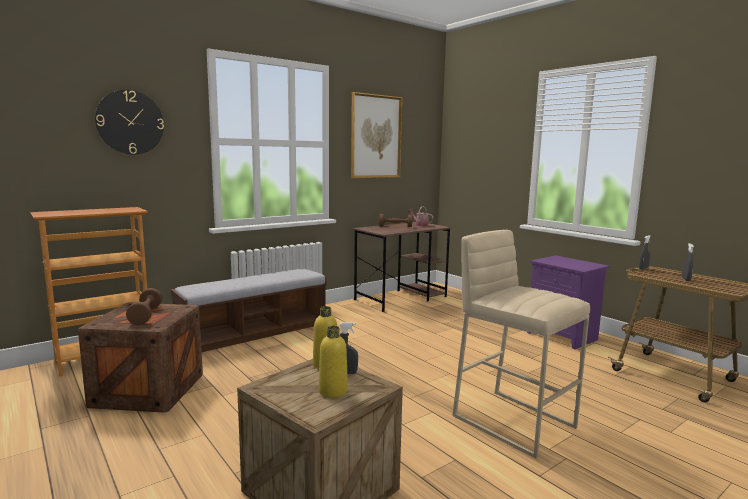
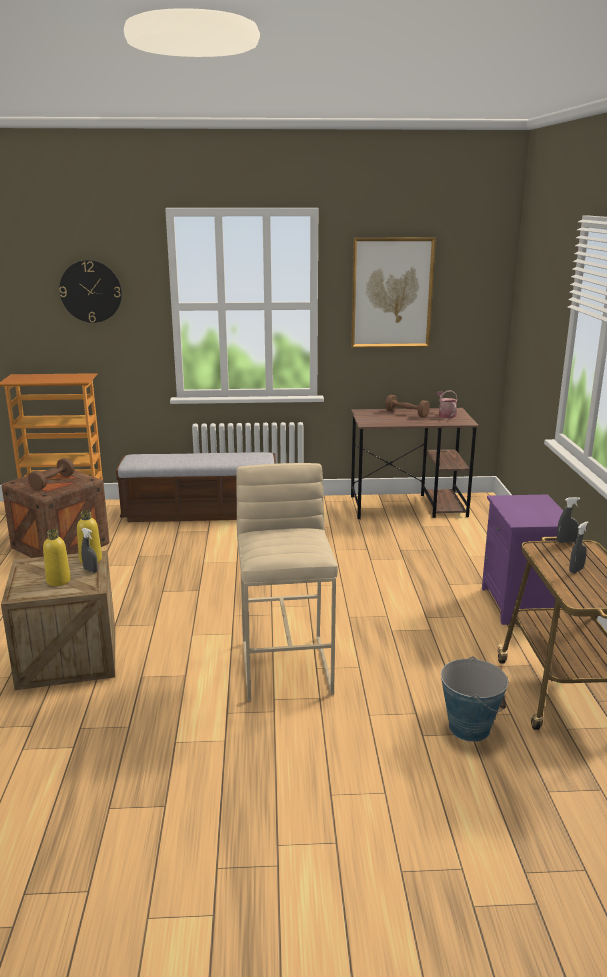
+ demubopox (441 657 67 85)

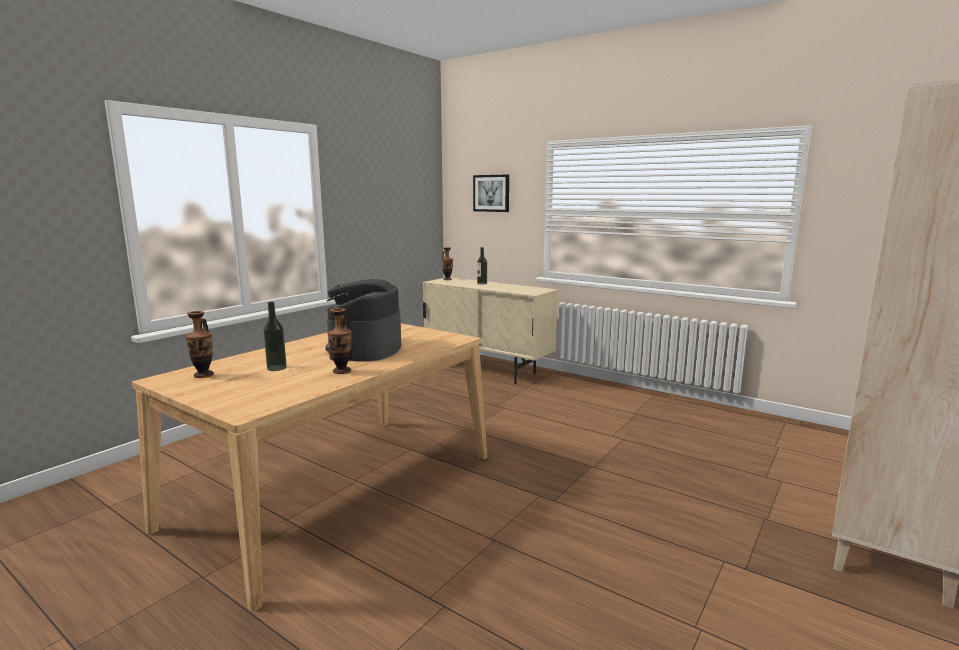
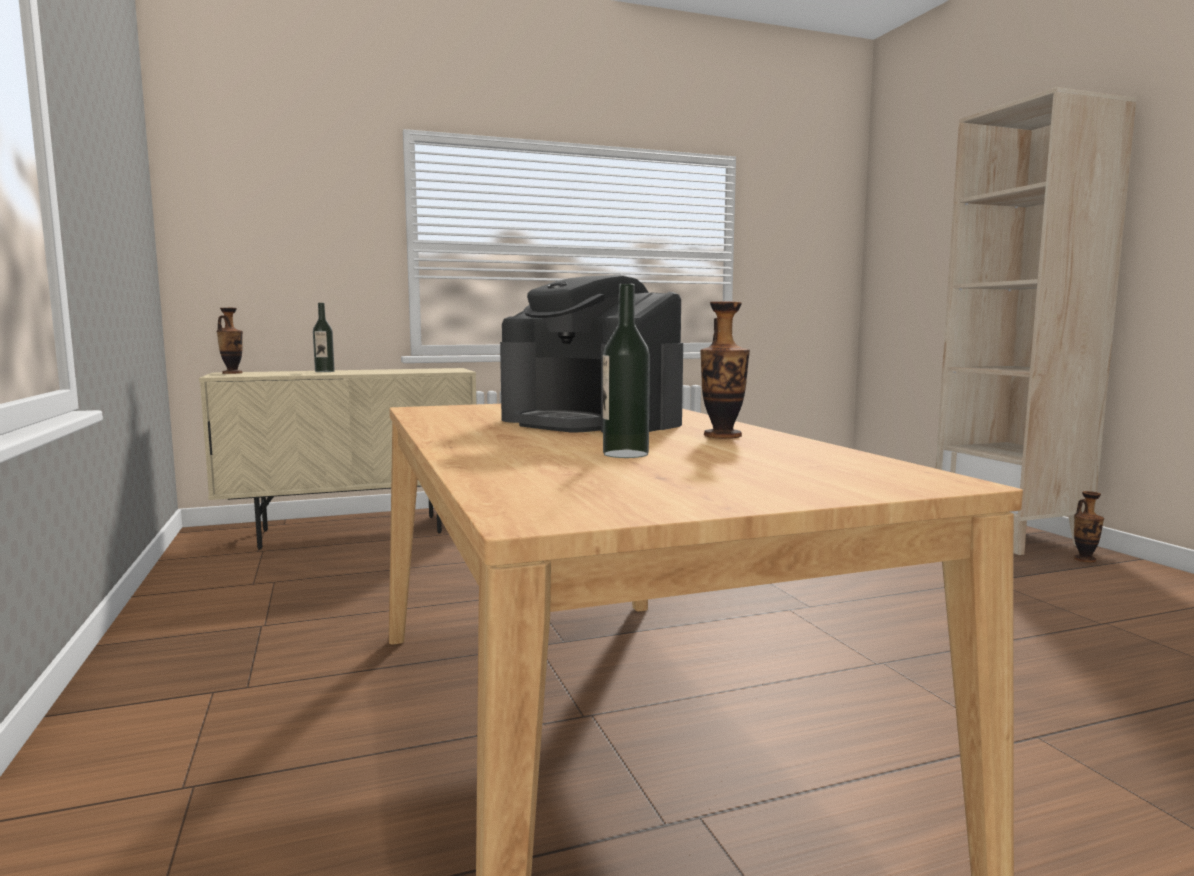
~ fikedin (185 311 29 67) to (1073 491 31 72)
- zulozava (473 175 36 37)

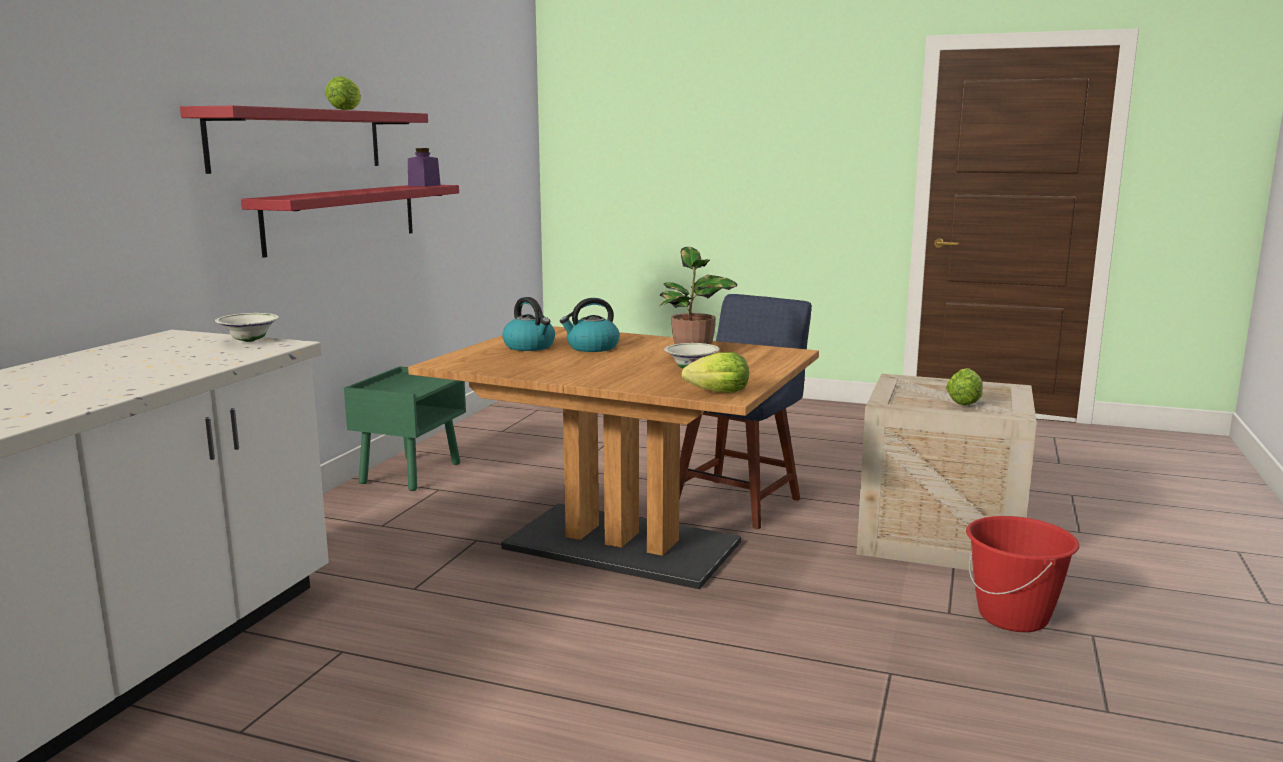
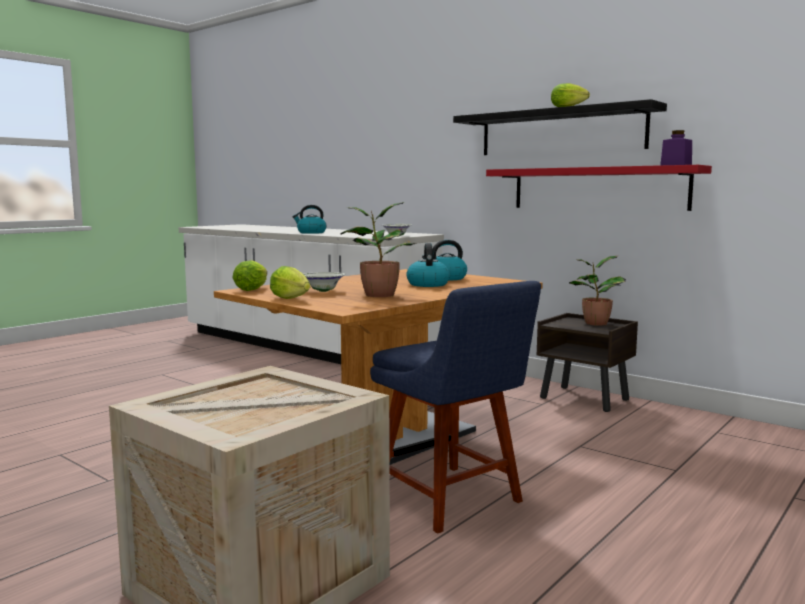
~ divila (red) (180 106 248 68) to divila (black) (453 99 214 56)
~ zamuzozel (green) (344 366 122 125) to zamuzozel (brown) (537 313 101 99)
~ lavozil (946 368 36 38) to (270 266 40 33)
- demubopox (red) (966 516 113 116)
+ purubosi (292 205 35 29)
+ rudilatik (569 256 57 70)

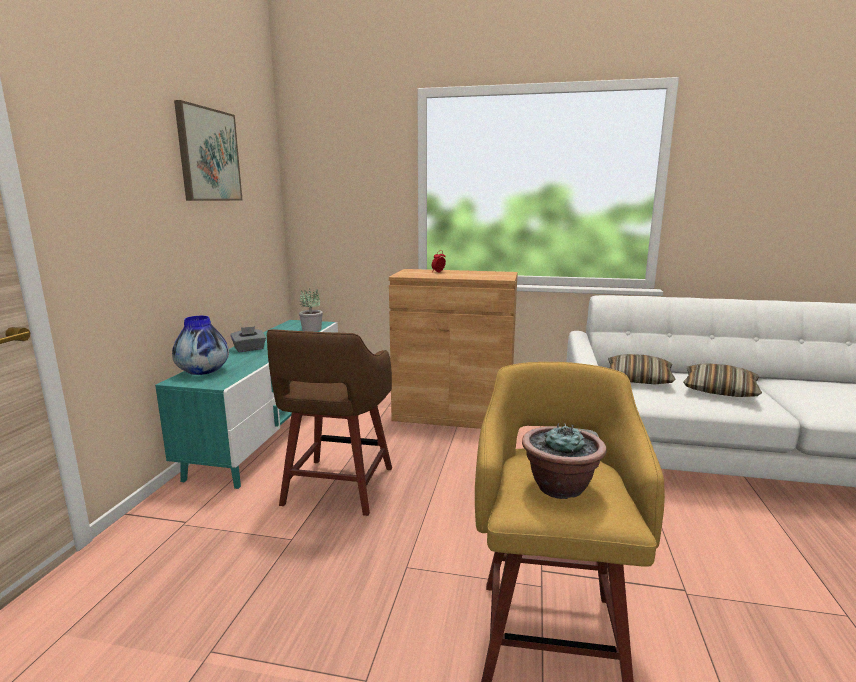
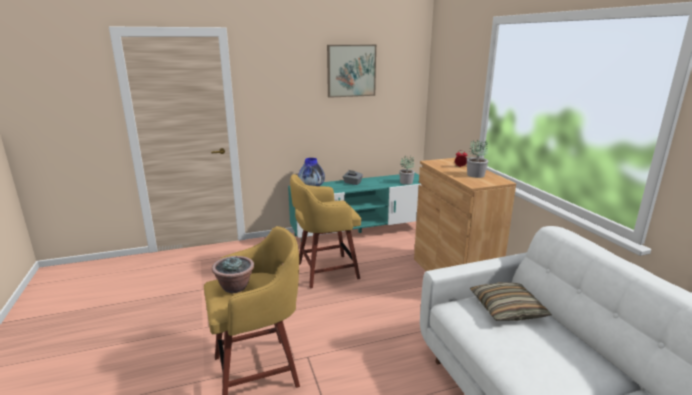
~ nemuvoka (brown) (267 329 125 187) to nemuvoka (yellow) (290 174 71 114)
- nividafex (683 363 79 34)
+ rudilatik (467 140 21 38)

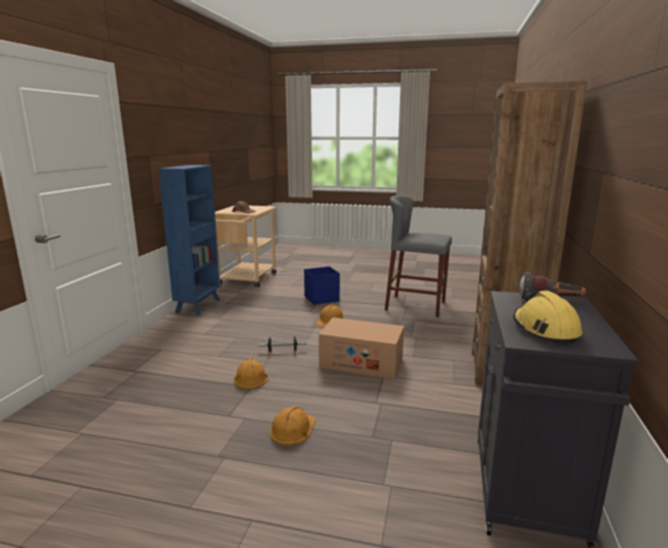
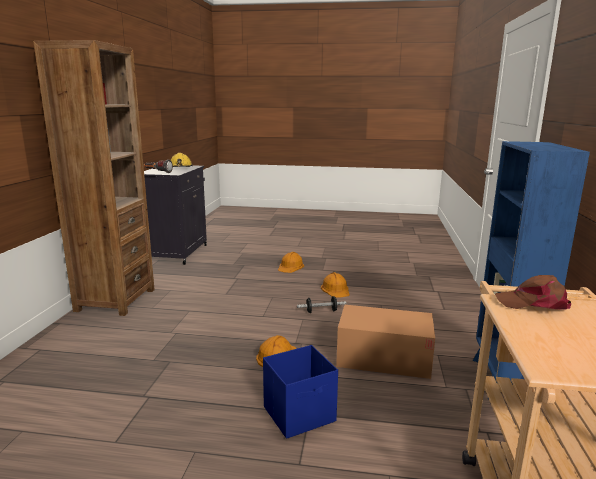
~ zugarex (319 318 85 61) to (336 305 99 74)
- nemuvoka (grey) (385 195 67 122)

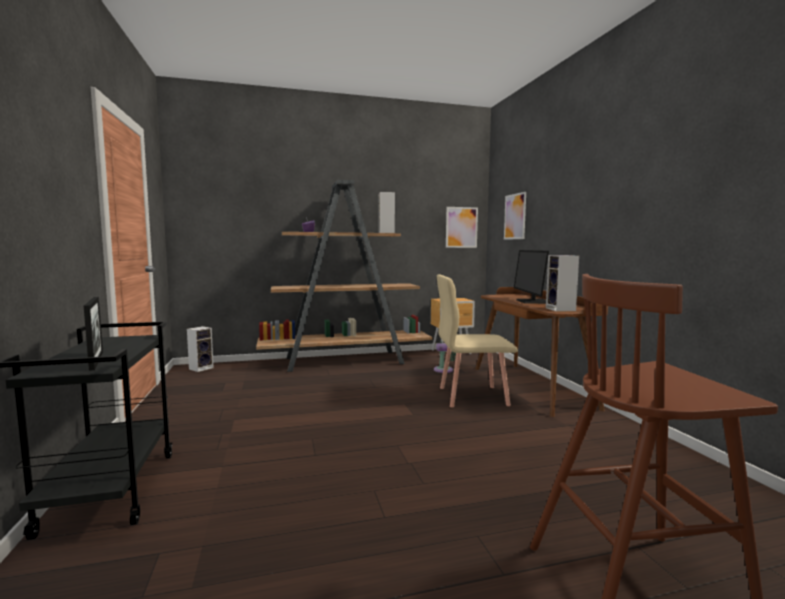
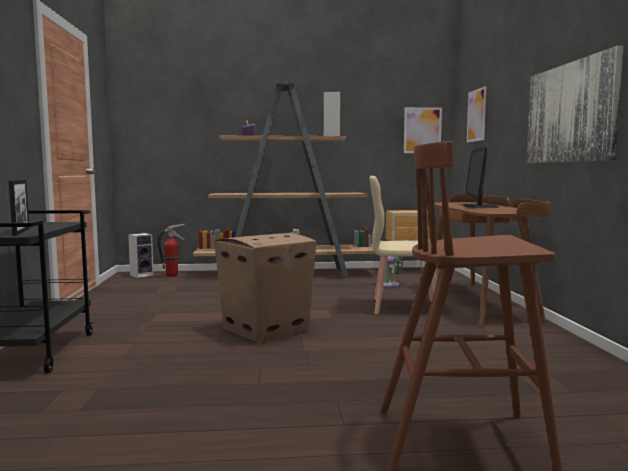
- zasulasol (546 255 33 57)
+ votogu (158 224 27 53)
+ zugarex (214 233 102 110)
+ zulozava (526 46 98 117)

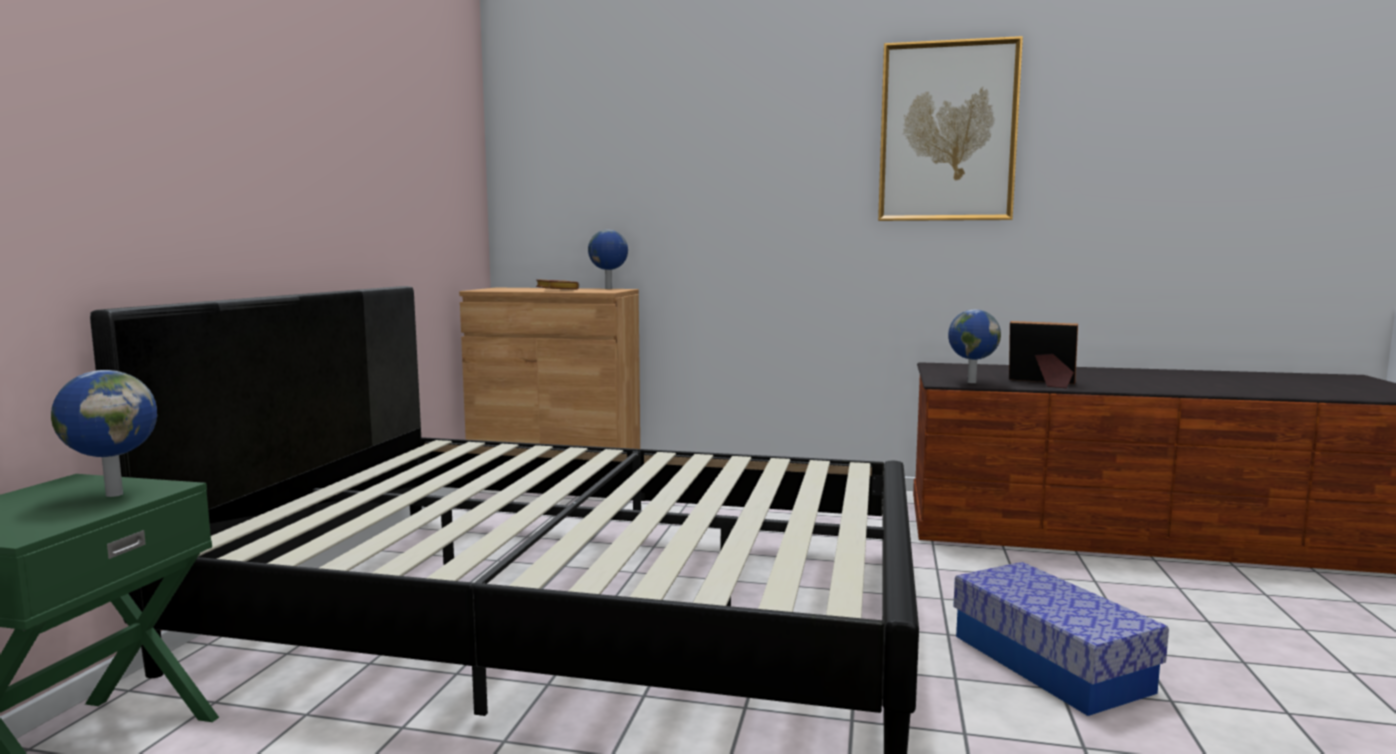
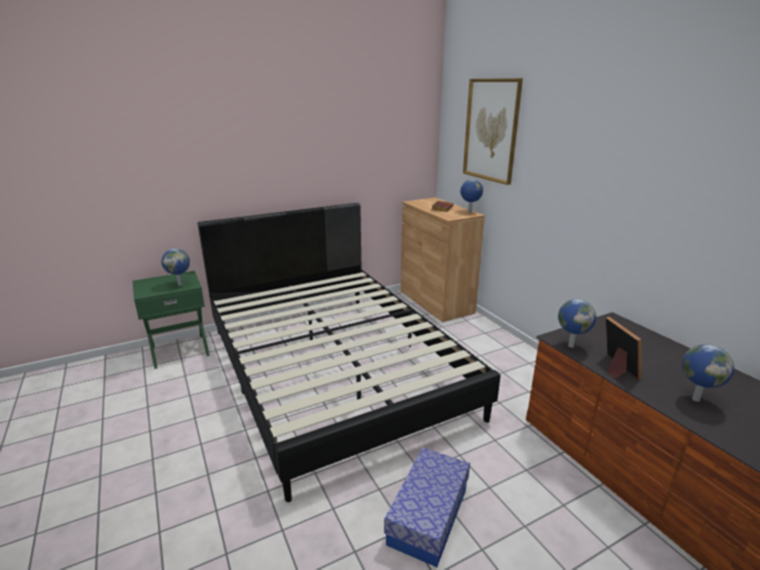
~ zulozava (878 36 145 185) to (463 78 60 107)
+ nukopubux (682 344 52 58)

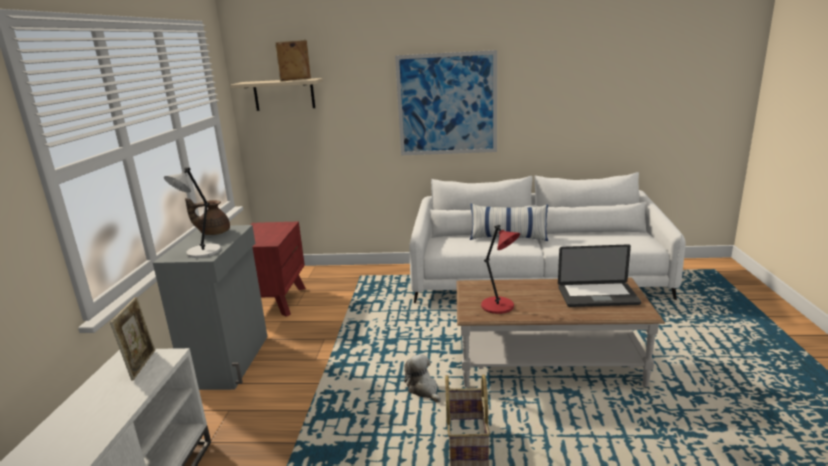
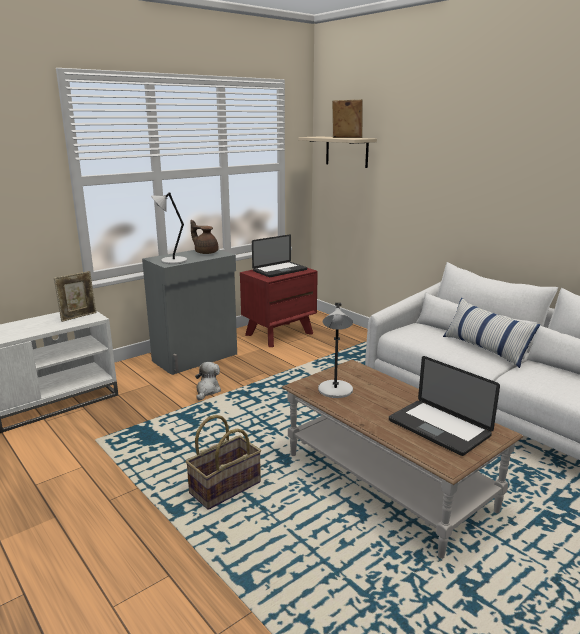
- zulozava (395 50 102 105)
~ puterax (404 354 37 49) to (195 362 26 39)
~ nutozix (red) (481 225 39 89) to nutozix (grey) (318 303 35 95)
+ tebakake (252 234 55 43)

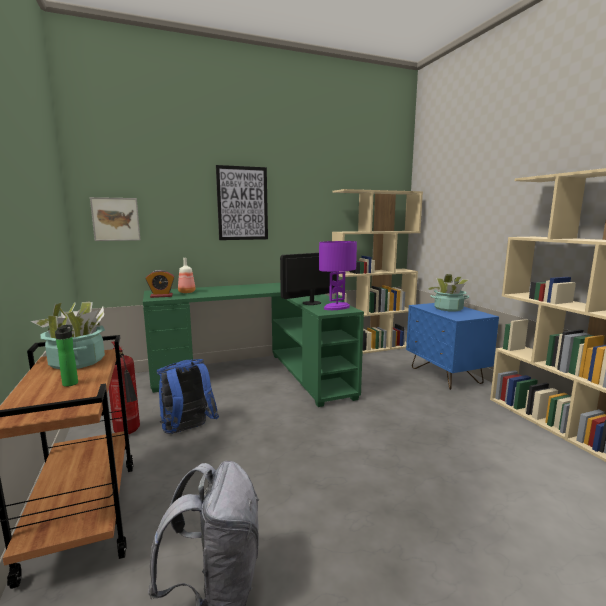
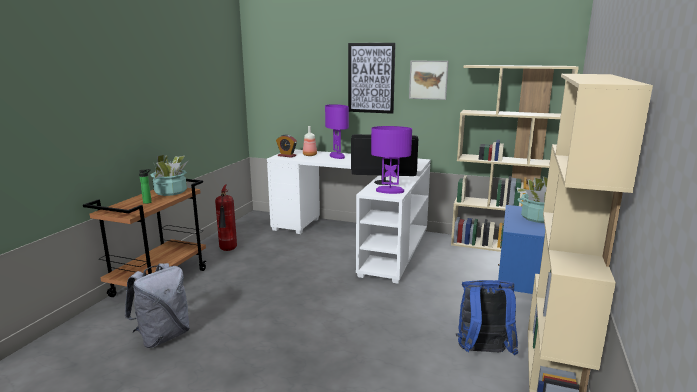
~ zulozava (90 197 50 44) to (409 61 40 39)
~ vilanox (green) (143 283 221 124) to vilanox (white) (267 149 164 135)
~ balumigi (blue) (157 359 62 75) to (456 280 62 75)
+ nutozix (purple) (325 104 24 55)

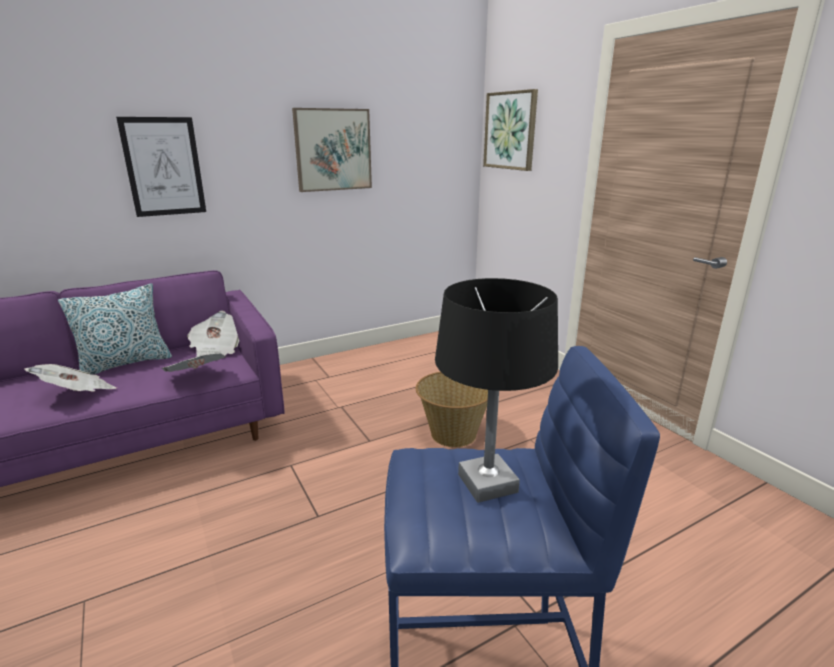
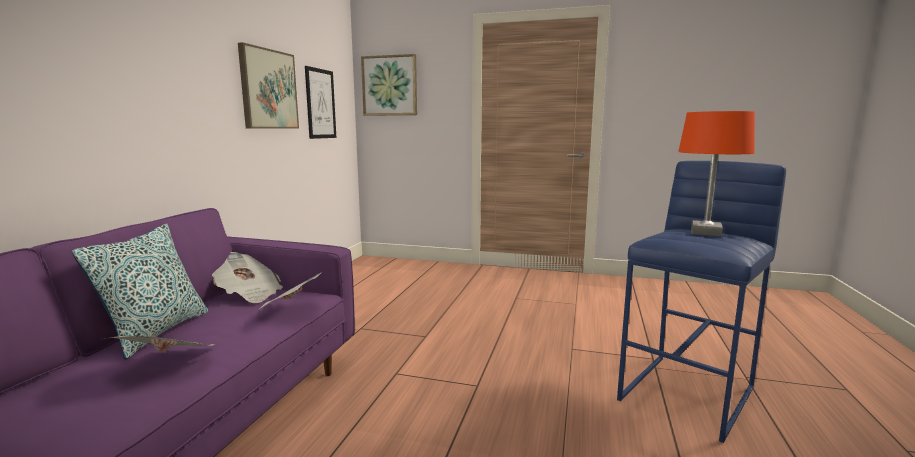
~ zulozava (116 117 90 100) to (305 66 31 73)
- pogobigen (416 372 72 75)
~ nutozix (black) (435 278 123 225) to nutozix (orange) (678 111 77 126)

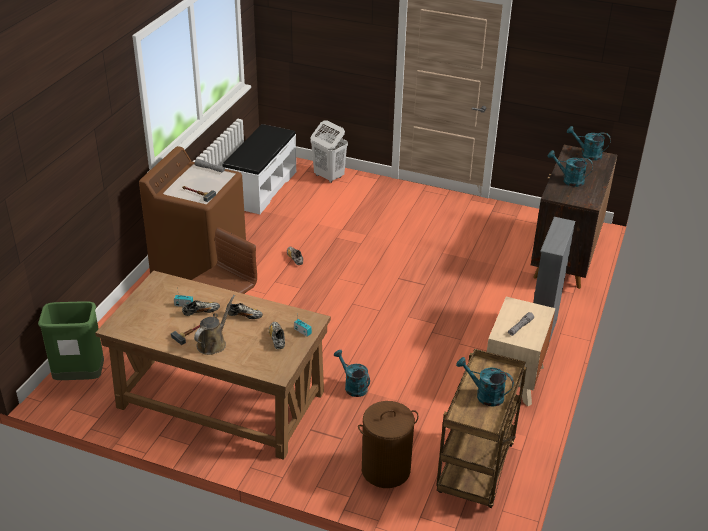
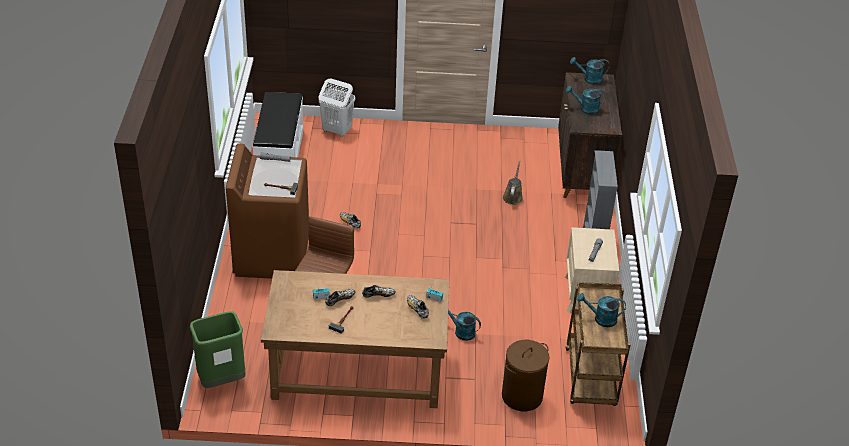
~ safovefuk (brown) (194 295 41 60) to (503 161 20 44)

